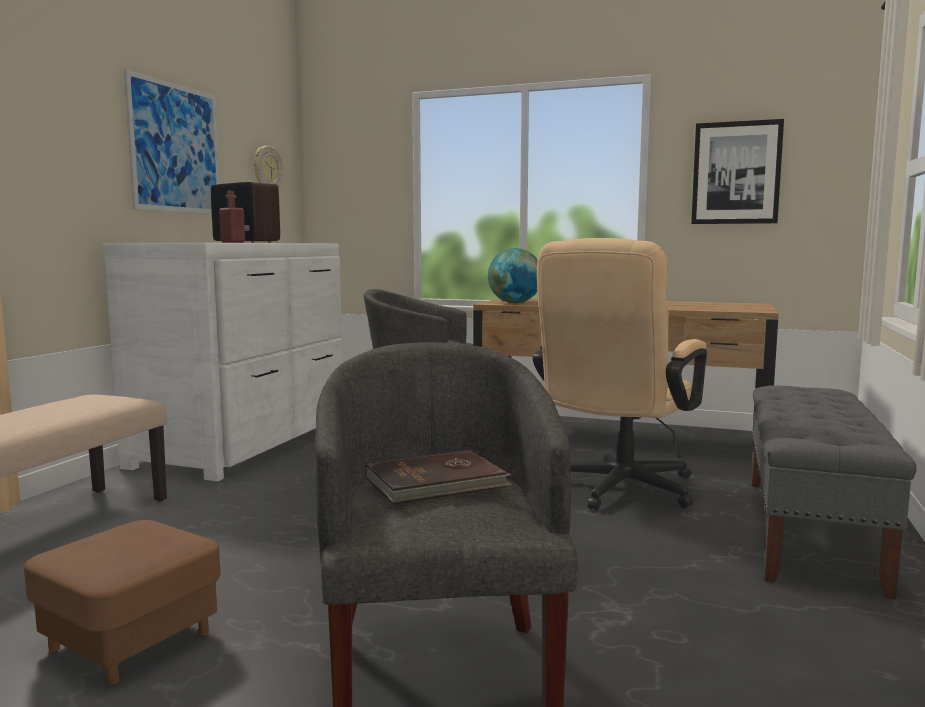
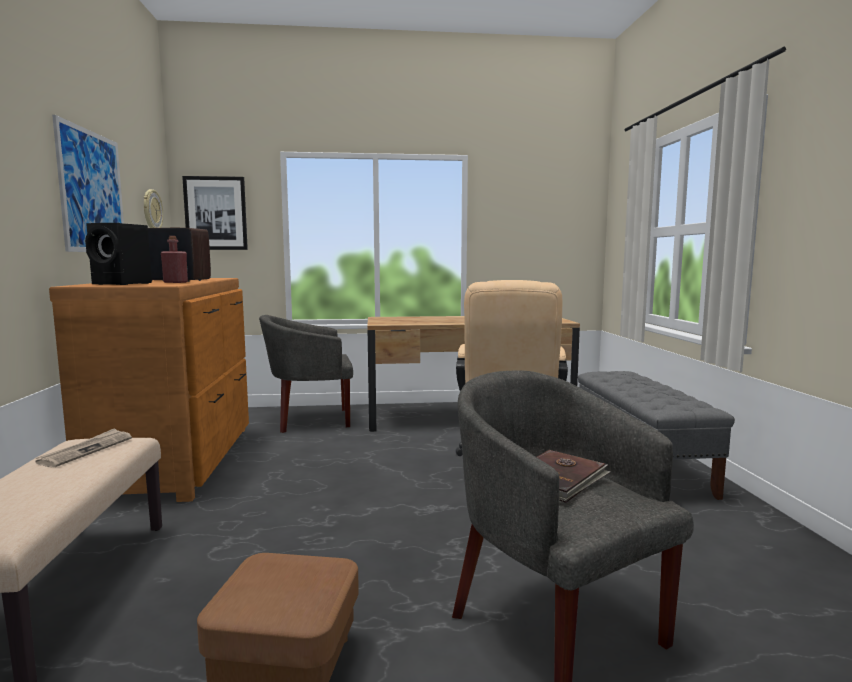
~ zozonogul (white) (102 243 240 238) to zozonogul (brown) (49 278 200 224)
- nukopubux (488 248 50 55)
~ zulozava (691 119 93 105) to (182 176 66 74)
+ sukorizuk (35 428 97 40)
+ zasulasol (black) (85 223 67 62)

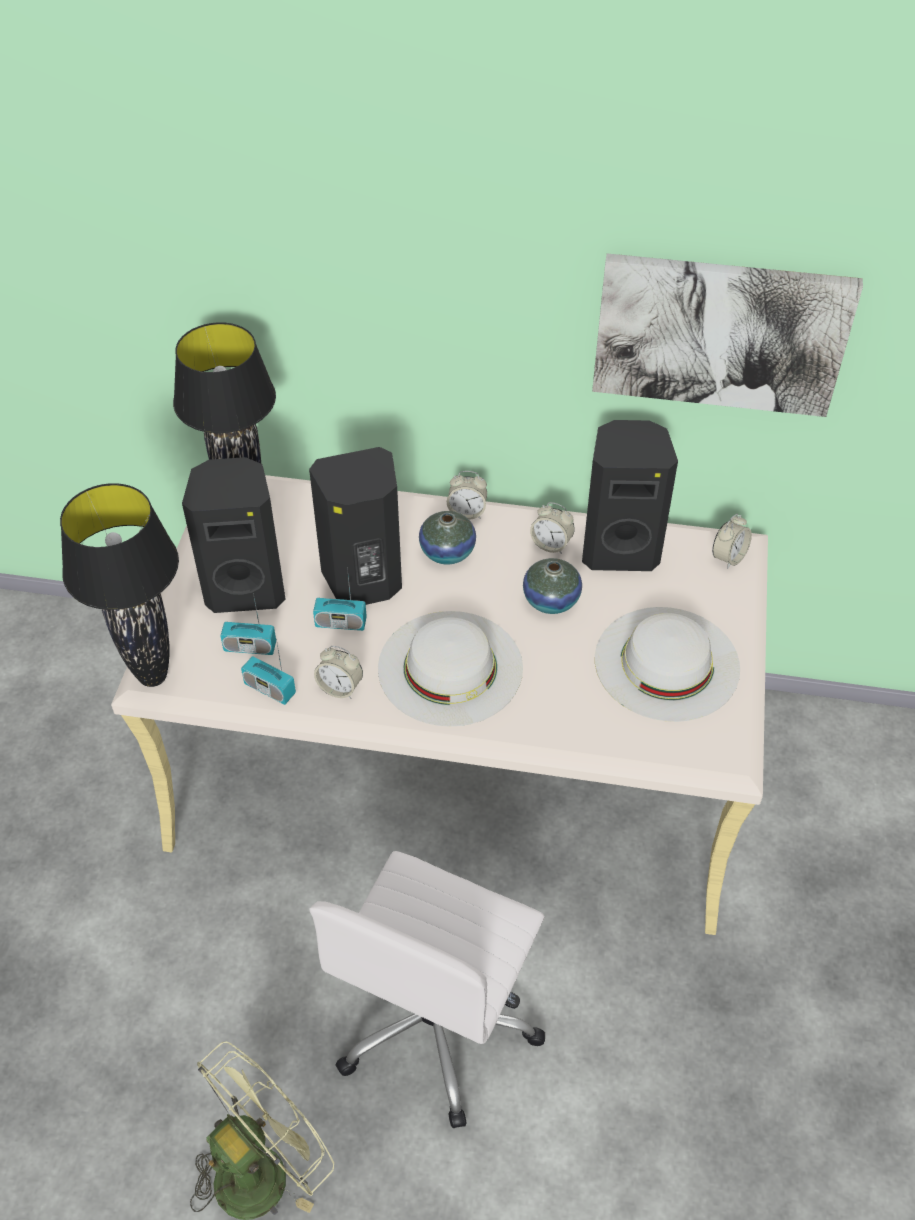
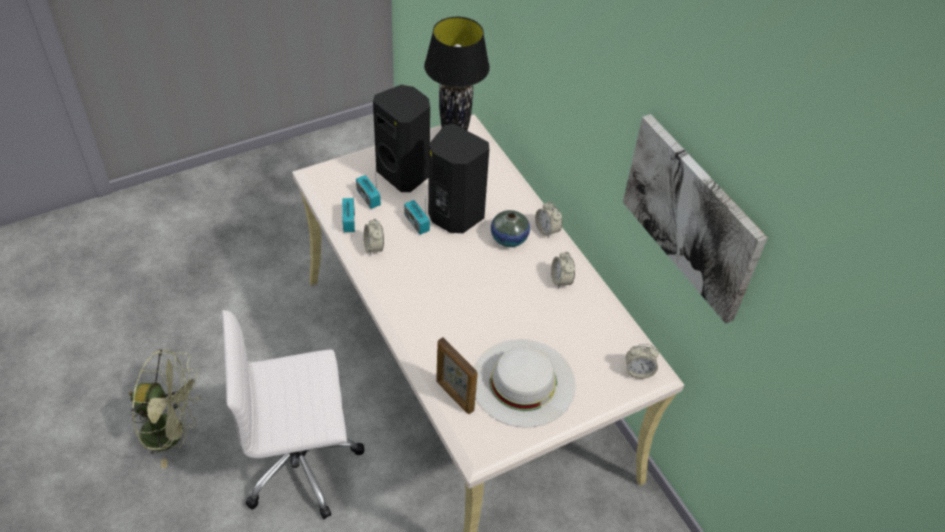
- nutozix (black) (60 483 119 204)
- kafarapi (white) (378 611 145 116)
- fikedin (523 558 59 56)
- zasulasol (black) (582 420 96 151)
+ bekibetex (436 337 42 77)

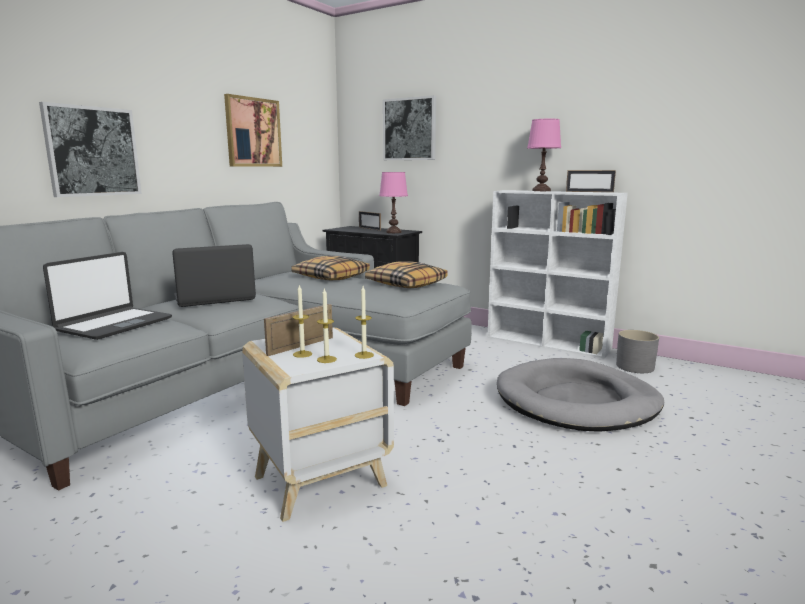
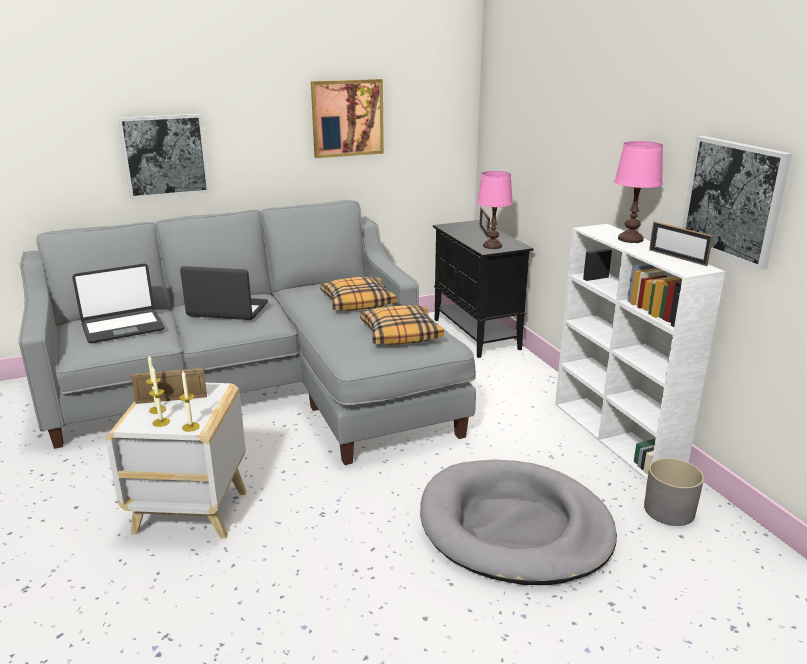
~ zulozava (383 95 53 65) to (682 136 110 134)

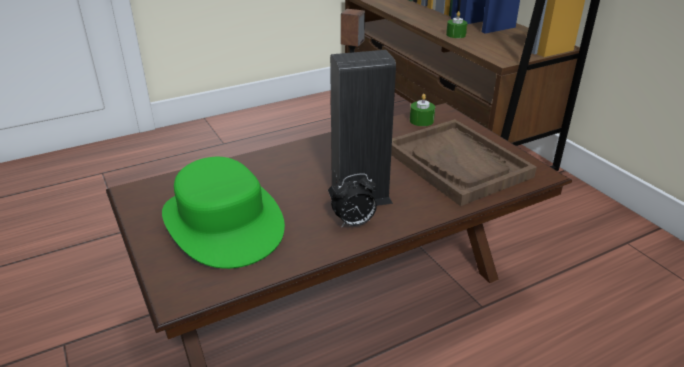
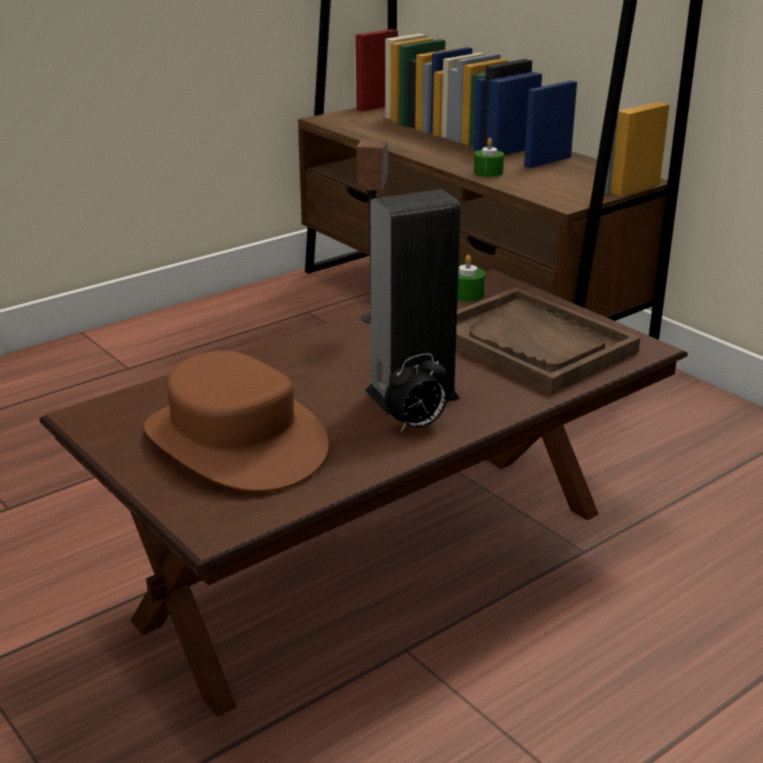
~ kafarapi (green) (162 157 123 112) to kafarapi (brown) (144 351 185 141)

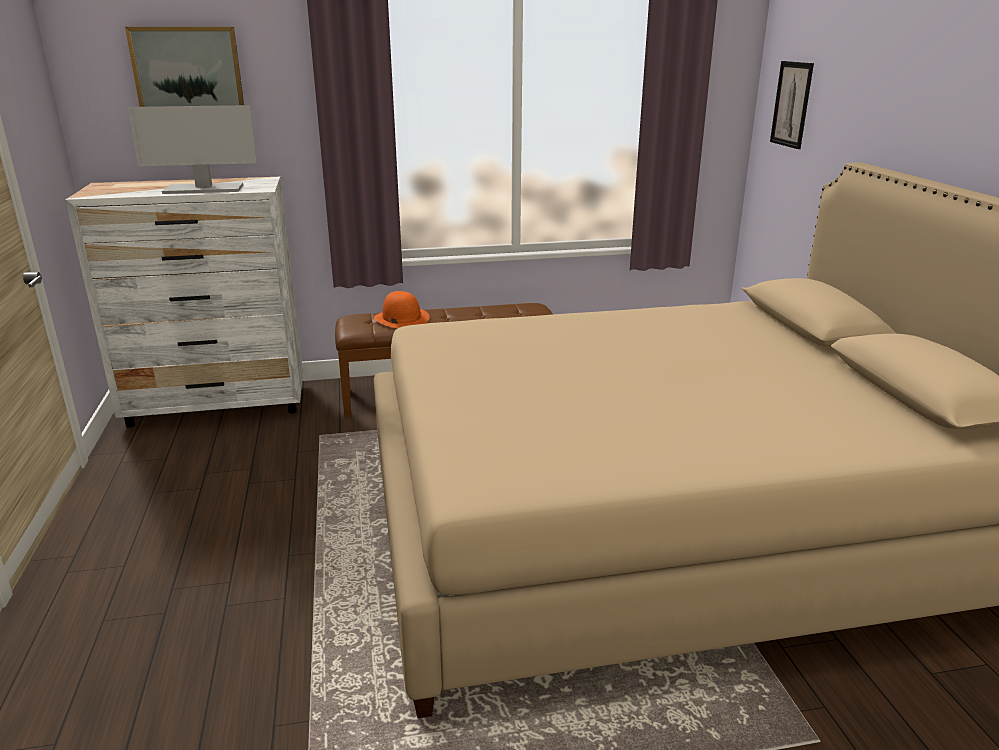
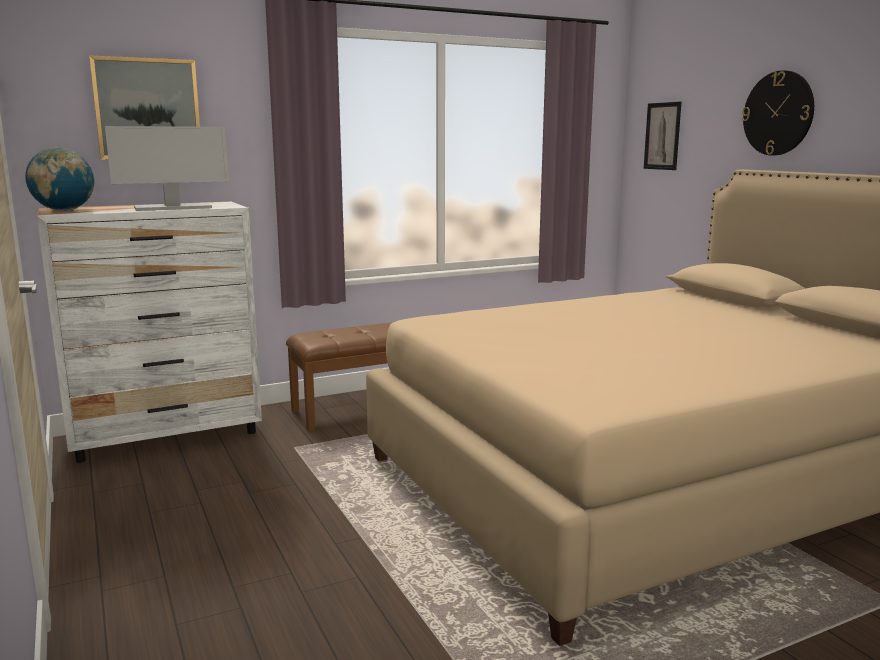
- kafarapi (orange) (374 291 56 37)
+ nukopubux (25 148 70 63)
+ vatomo (742 70 72 86)

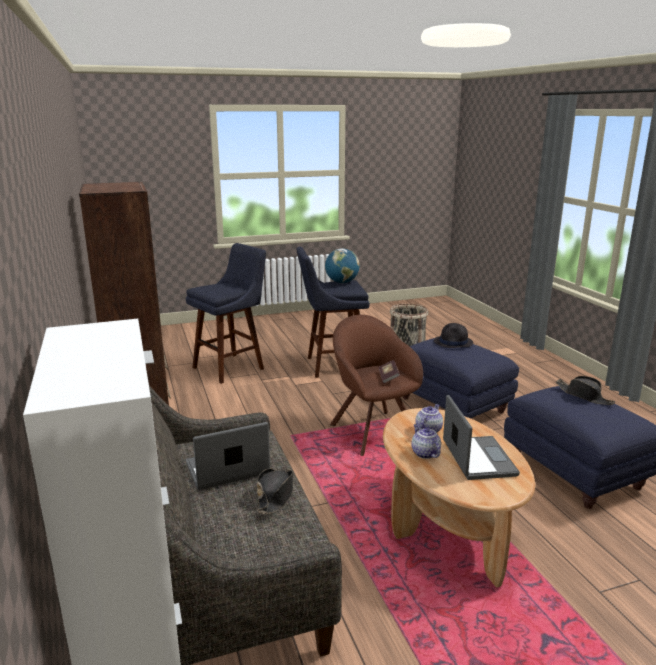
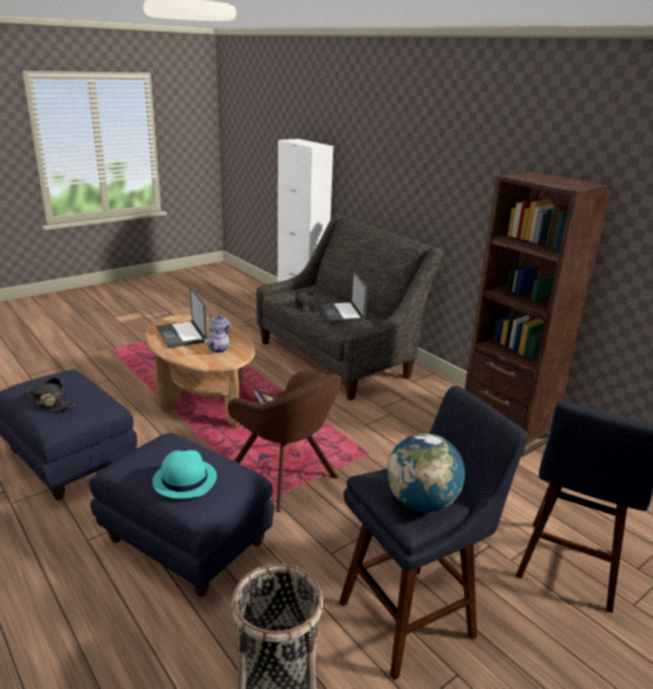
~ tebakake (186 422 84 68) = (320 272 47 51) 120 degrees clockwise
~ kafarapi (black) (434 323 39 25) to kafarapi (turquoise) (152 450 65 49)

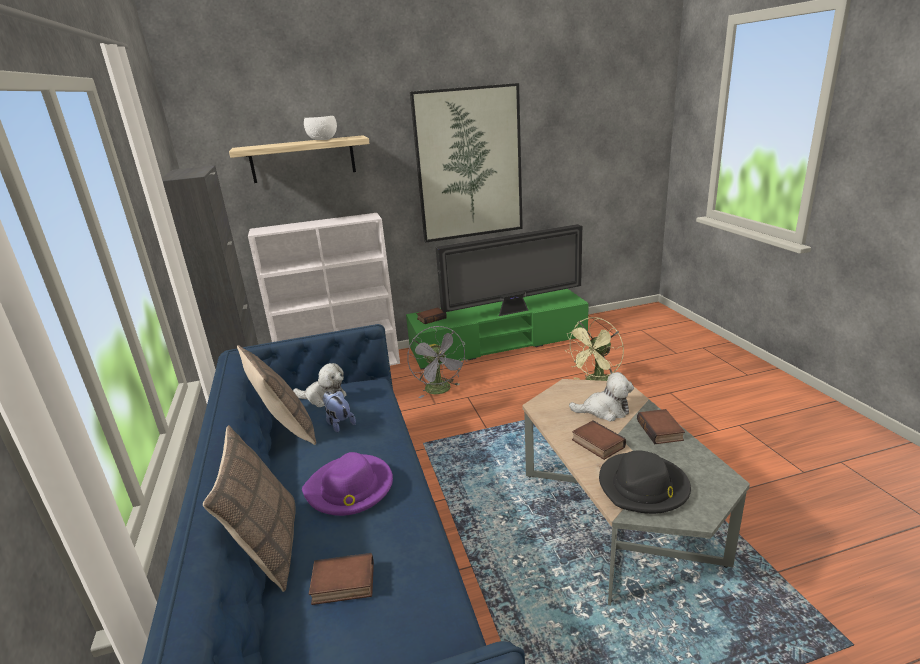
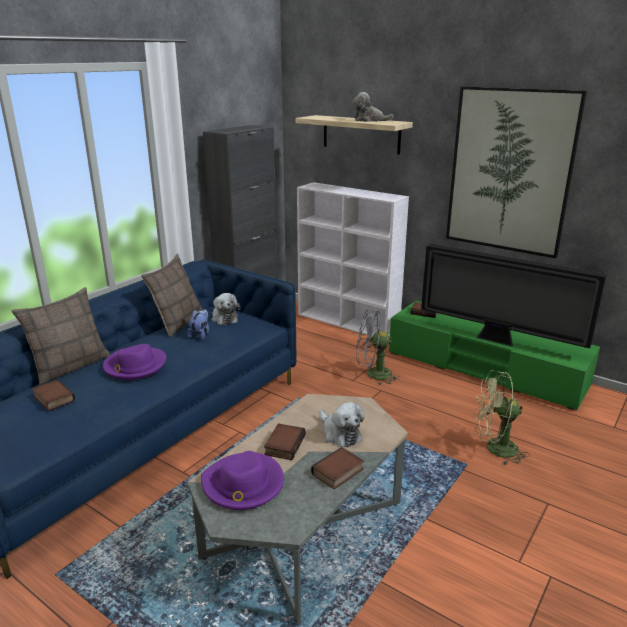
~ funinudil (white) (304 116 33 24) to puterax (353 92 41 30)
~ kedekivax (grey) (407 326 60 72) = (356 310 44 76) 60 degrees clockwise
~ kafarapi (black) (599 450 92 64) to kafarapi (purple) (201 451 83 59)

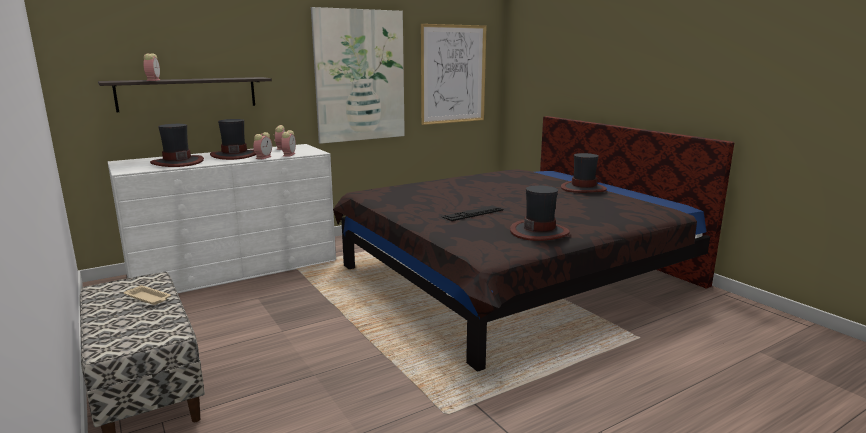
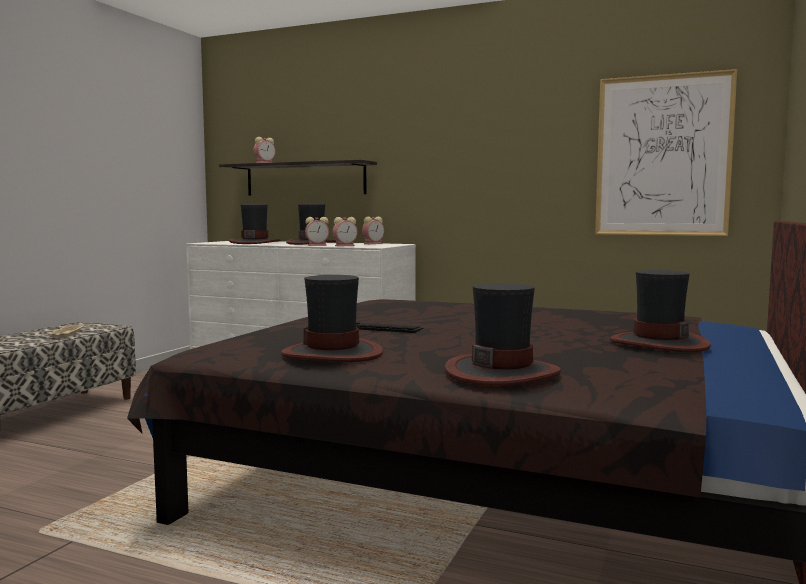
- zulozava (311 7 94 137)
+ kafarapi (444 283 117 103)

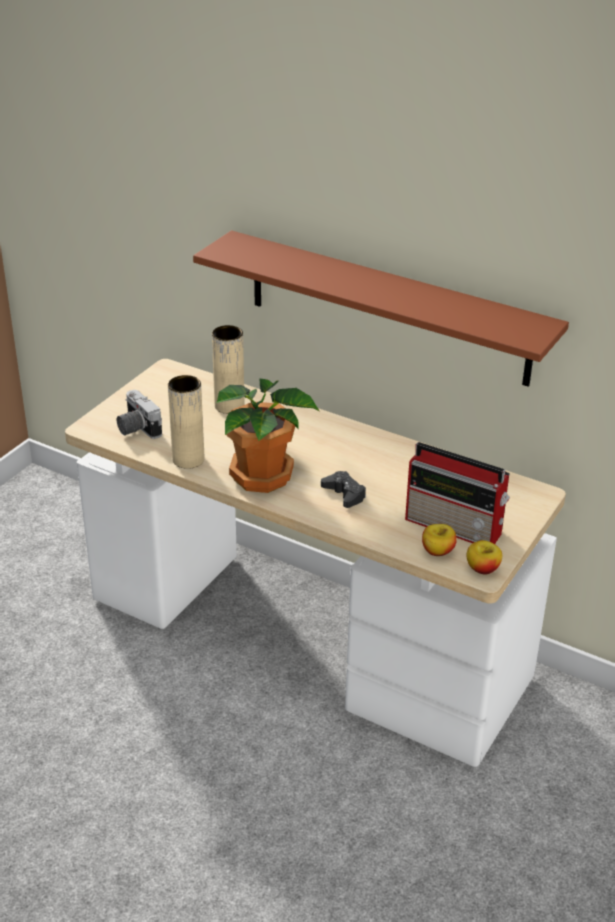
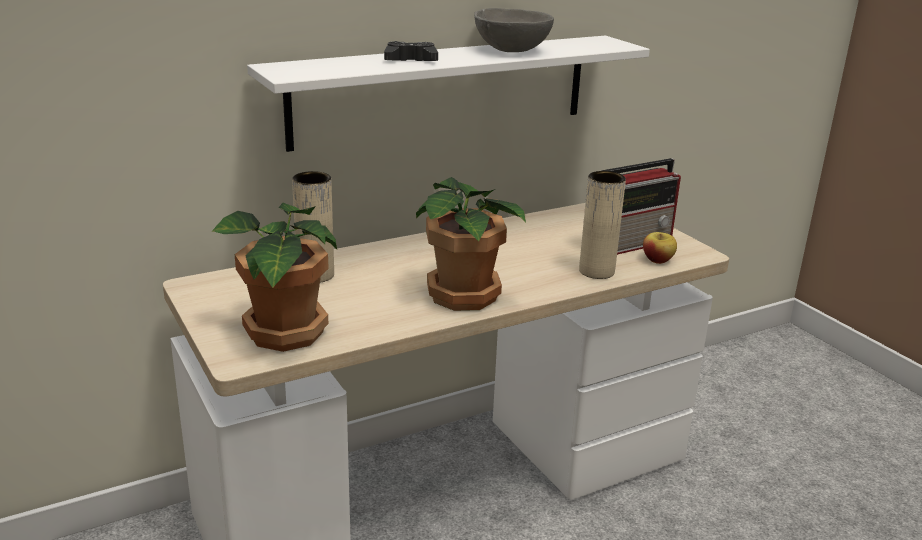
~ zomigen (117 390 45 49) to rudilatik (211 203 126 149)
~ fikedin (beige) (168 375 36 94) to (579 171 47 108)
~ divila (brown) (193 231 376 156) to divila (white) (247 35 403 117)
~ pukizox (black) (321 471 45 37) to (384 41 54 20)
- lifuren (467 540 35 35)
+ funinudil (grey) (474 8 80 44)

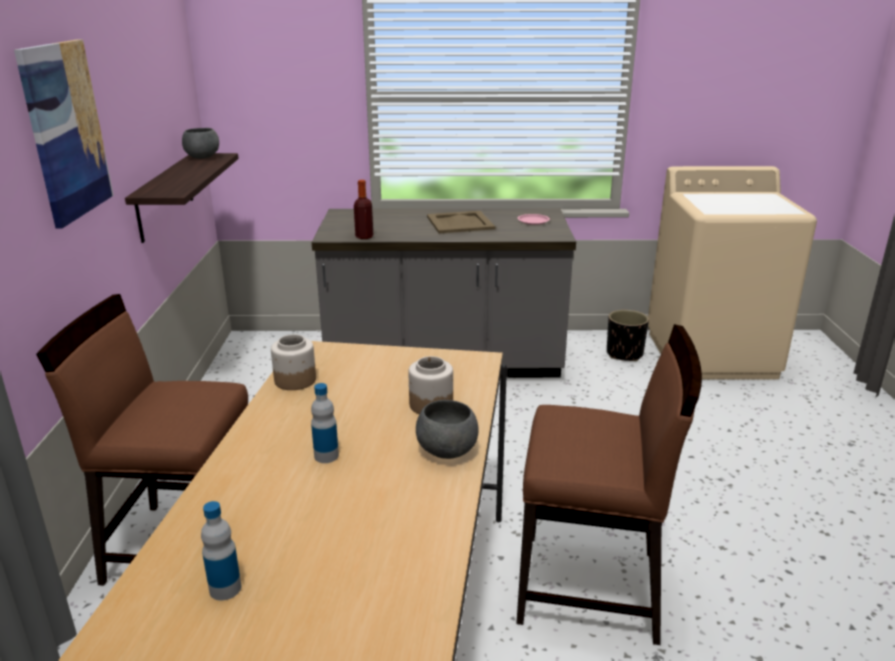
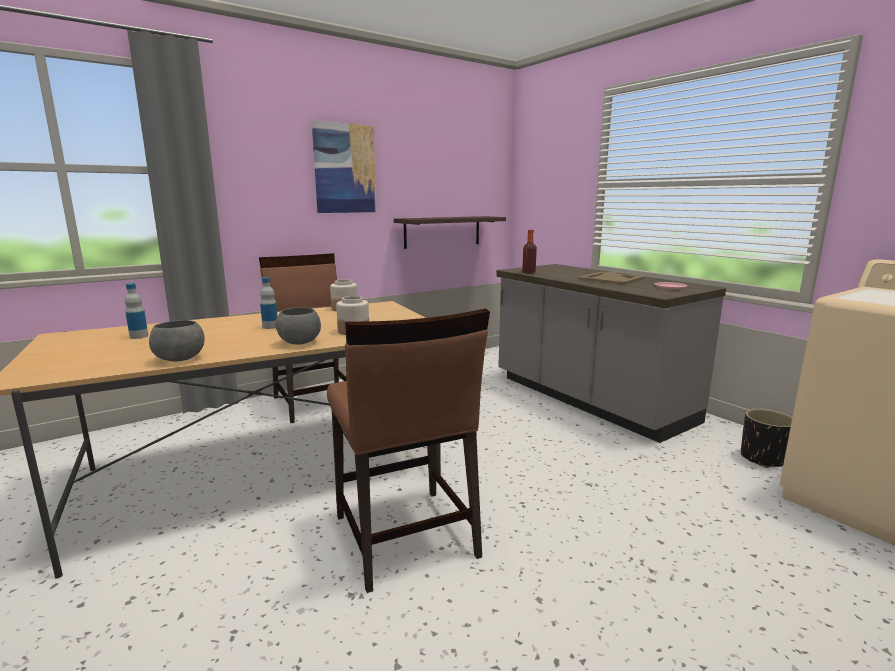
~ funinudil (grey) (182 128 37 31) to (149 320 56 41)

